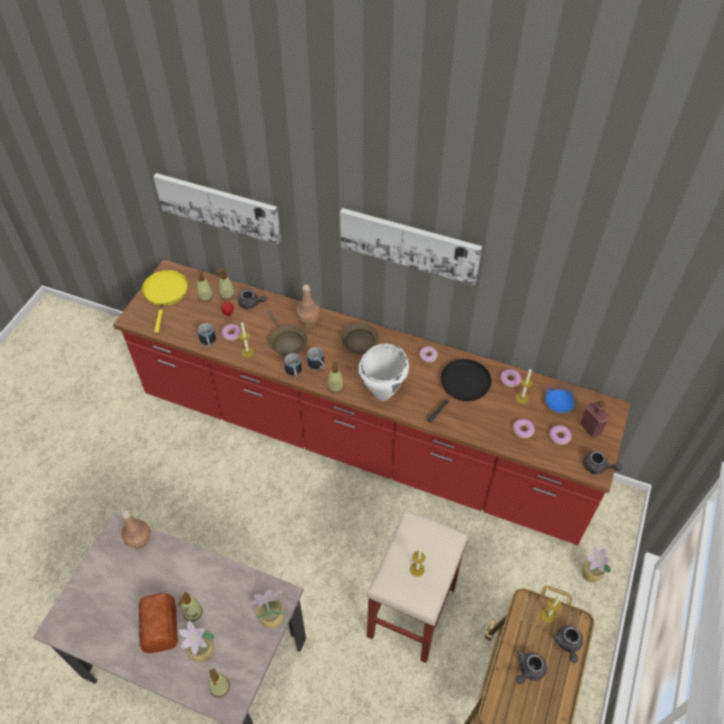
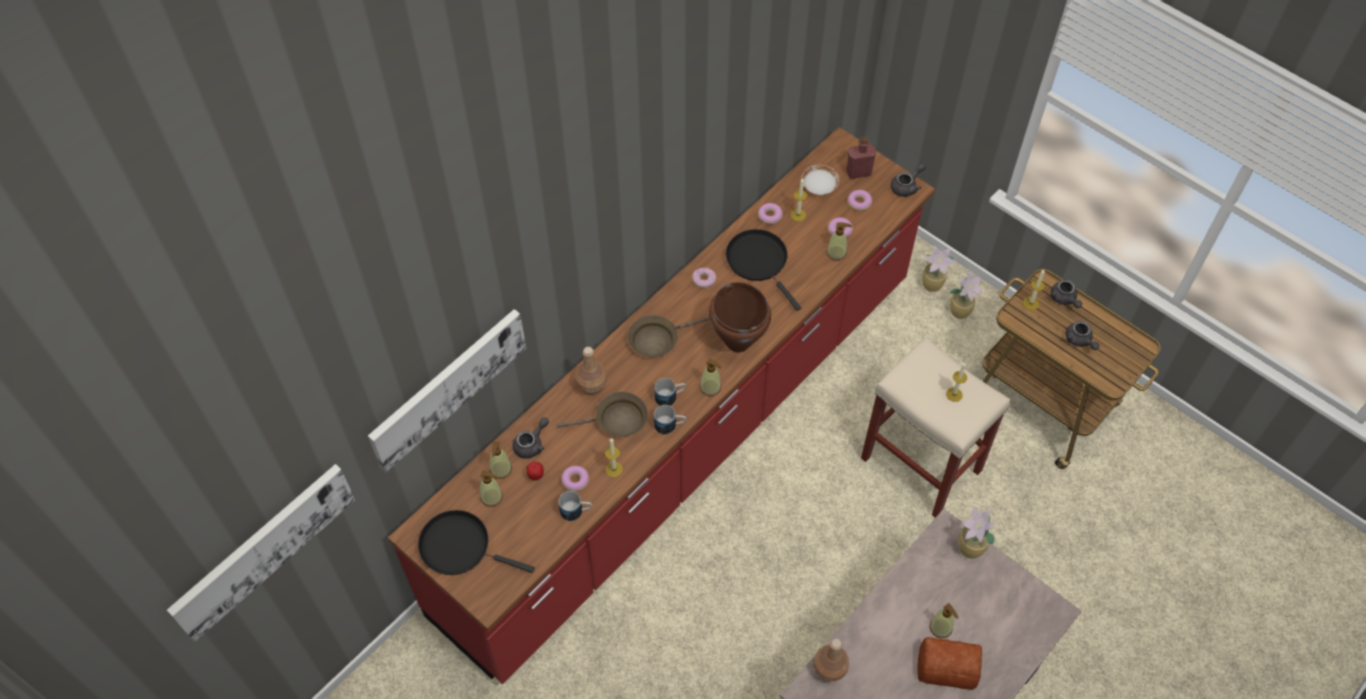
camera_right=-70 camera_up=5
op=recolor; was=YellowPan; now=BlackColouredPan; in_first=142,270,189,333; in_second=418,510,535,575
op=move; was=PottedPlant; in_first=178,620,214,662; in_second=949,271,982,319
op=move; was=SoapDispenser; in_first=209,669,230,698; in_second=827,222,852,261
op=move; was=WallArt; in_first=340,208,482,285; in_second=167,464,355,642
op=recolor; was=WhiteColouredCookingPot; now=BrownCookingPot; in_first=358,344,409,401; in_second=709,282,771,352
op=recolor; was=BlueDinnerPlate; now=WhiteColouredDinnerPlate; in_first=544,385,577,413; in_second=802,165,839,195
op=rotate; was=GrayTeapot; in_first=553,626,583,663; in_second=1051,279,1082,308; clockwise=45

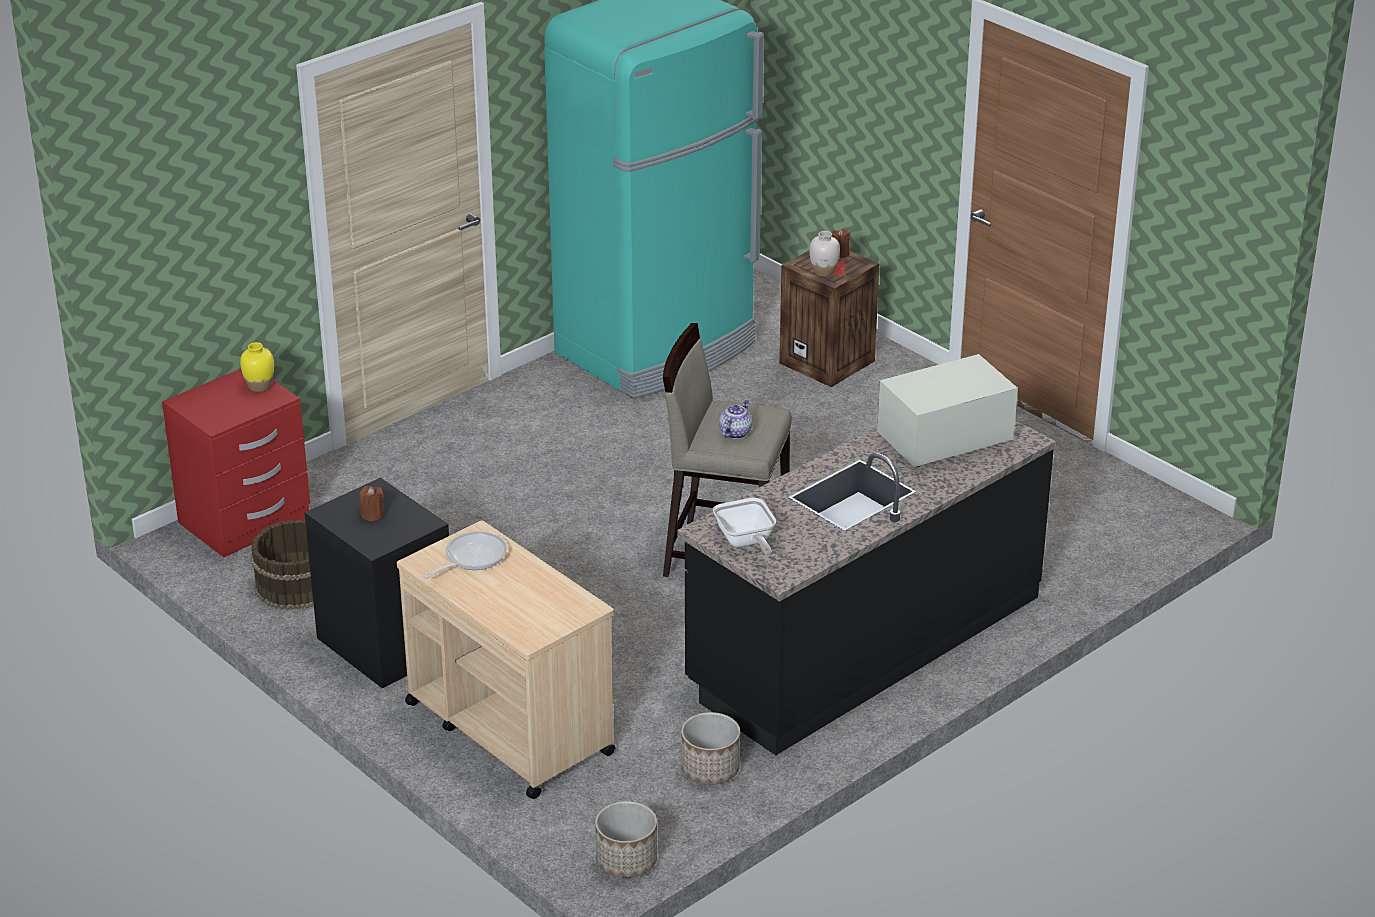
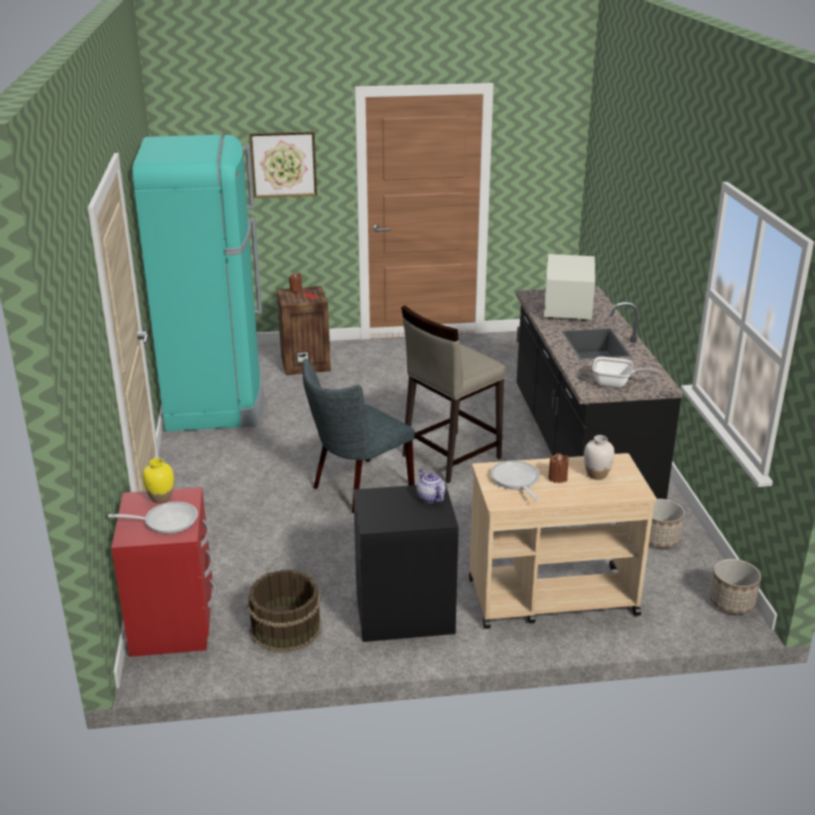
camera_right=-55 camera_up=-5
op=move; was=BrownCandle; in_first=360,486,384,521; in_second=548,453,569,483
op=move; was=Teapot; in_first=719,400,752,439; in_second=416,469,446,503
op=move; was=WhiteColouredFlowerVase; in_first=809,231,840,277; in_second=584,435,615,480
op=insert; now=Pan; in_second=108,502,198,534
op=insert; now=WallArt; in_second=249,131,317,198
op=insert; now=GrayChair; in_second=303,358,415,513

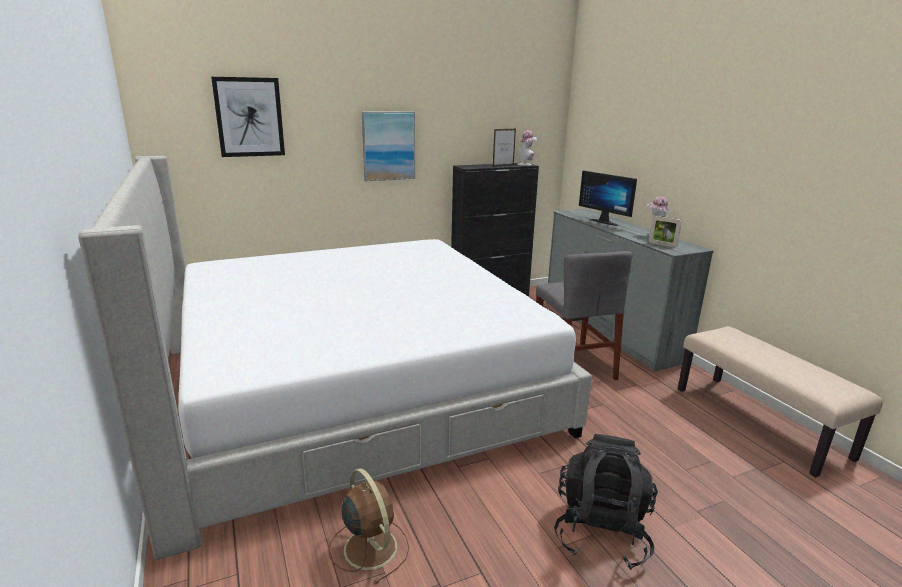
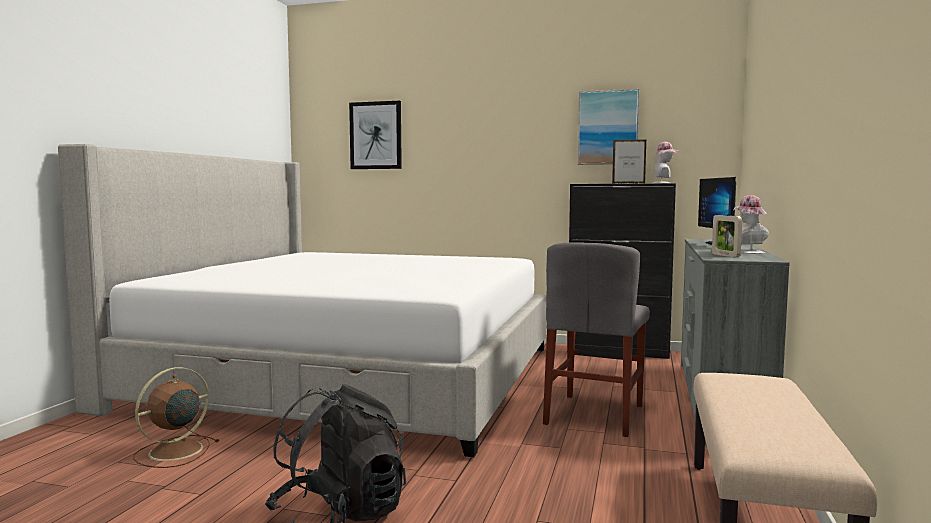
camera_right=40 camera_up=-15
op=rotate; was=BrownElectricFan; in_first=328,468,409,584; in_second=133,367,219,468; clockwise=-150
op=move; was=WallArt; in_first=362,112,415,181; in_second=578,89,639,165

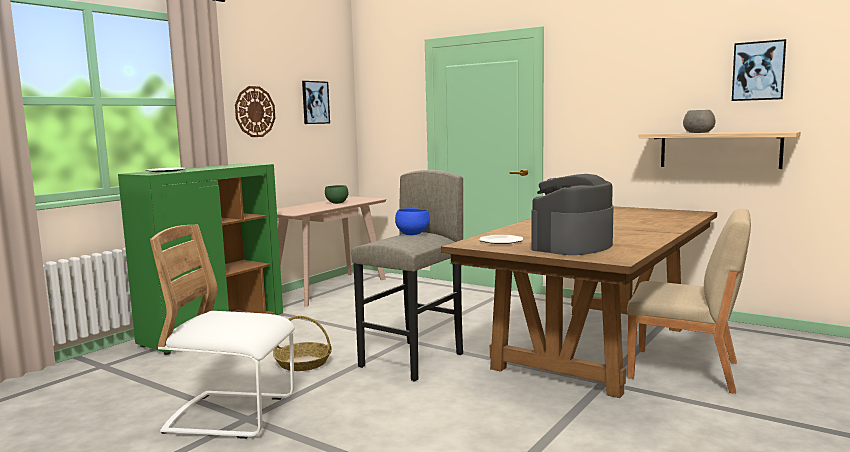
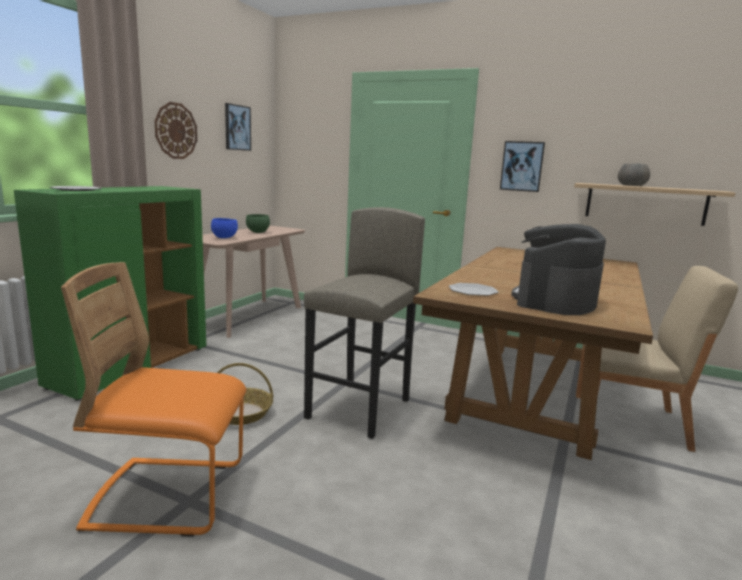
camera_right=-10 camera_up=5
op=recolor; was=WhiteColouredChair; now=OrangeyChair; in_first=150,225,295,439; in_second=61,262,247,537
op=move; was=BlueServingBowl; in_first=395,208,430,235; in_second=211,218,238,238
op=move; was=WallArt; in_first=732,39,786,101; in_second=500,141,545,192

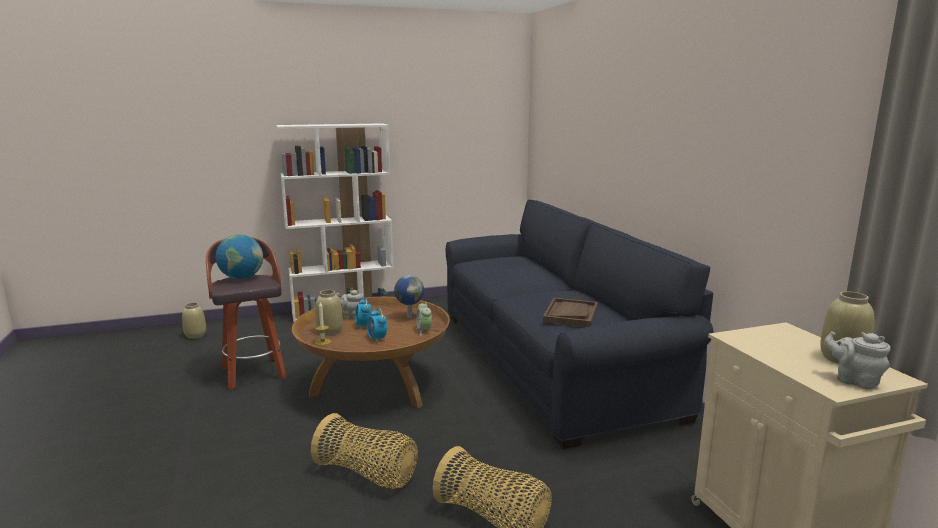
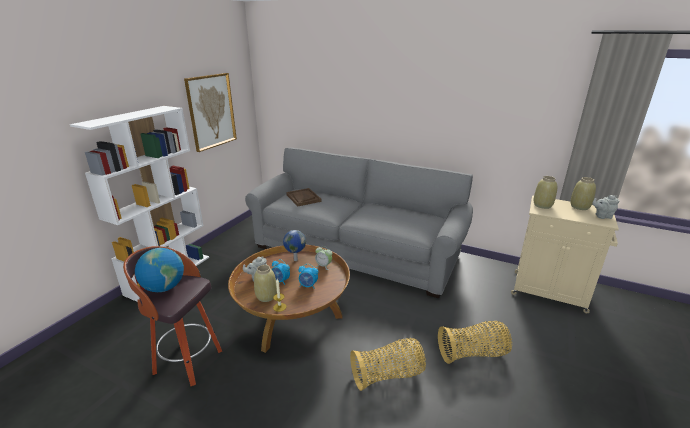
camera_right=-45 camera_up=10
op=move; was=SandColouredFlowerVase; in_first=182,303,206,339; in_second=533,176,557,209
op=recolor; was=BlueCouch; now=GrayCouch; in_first=446,199,713,449; in_second=245,147,473,298
op=move; was=BrownTray; in_first=543,298,598,327; in_second=286,188,322,206
op=insert; now=WallArt; in_second=184,73,237,152

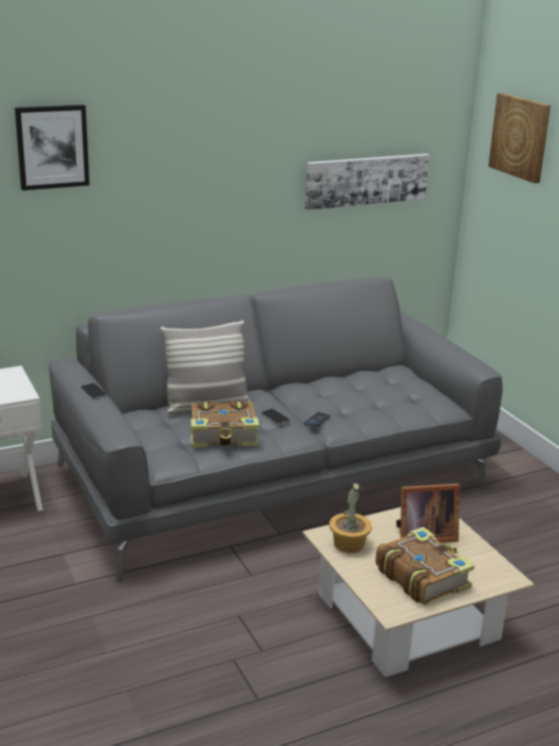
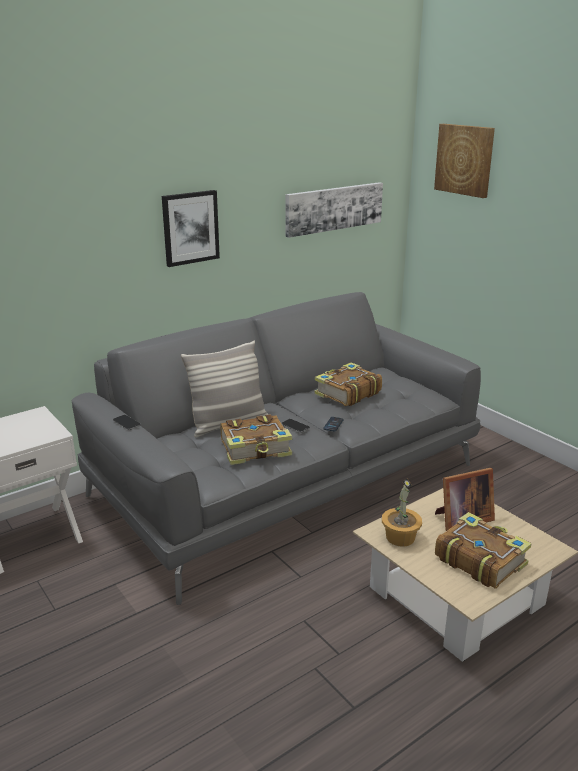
camera_right=-10 camera_up=0
op=move; was=WallArt; in_first=15,105,89,191; in_second=162,190,220,267
op=insert; now=Volume; in_second=314,363,382,406

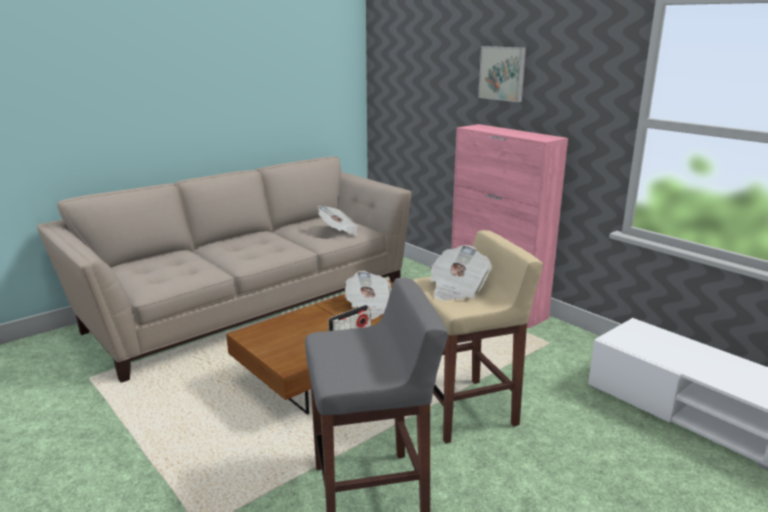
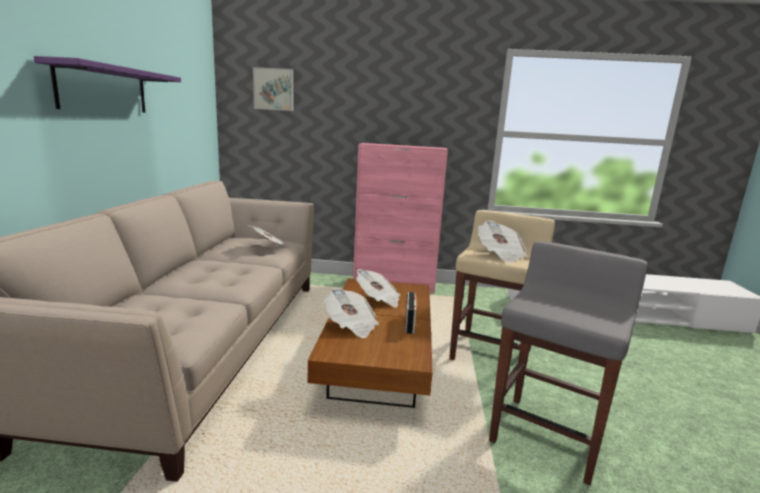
camera_right=-45 camera_up=-5
op=move; was=WallArt; in_first=478,46,526,102; in_second=253,67,293,111
op=insert; now=PurplishWallShelf; in_second=34,56,181,113
op=insert; now=DailyPaper; in_second=324,288,379,338

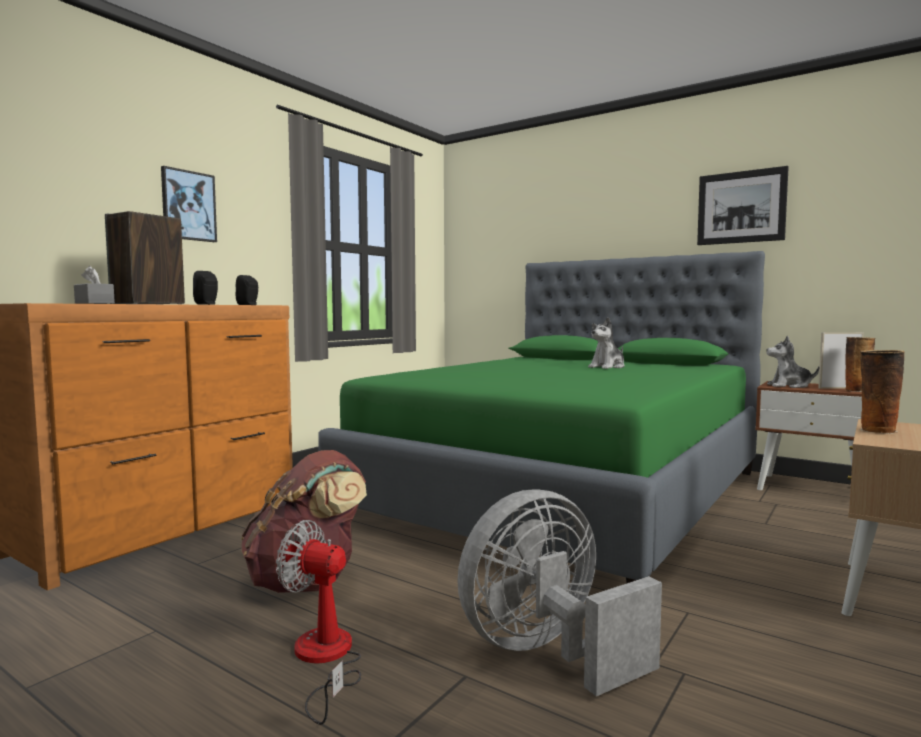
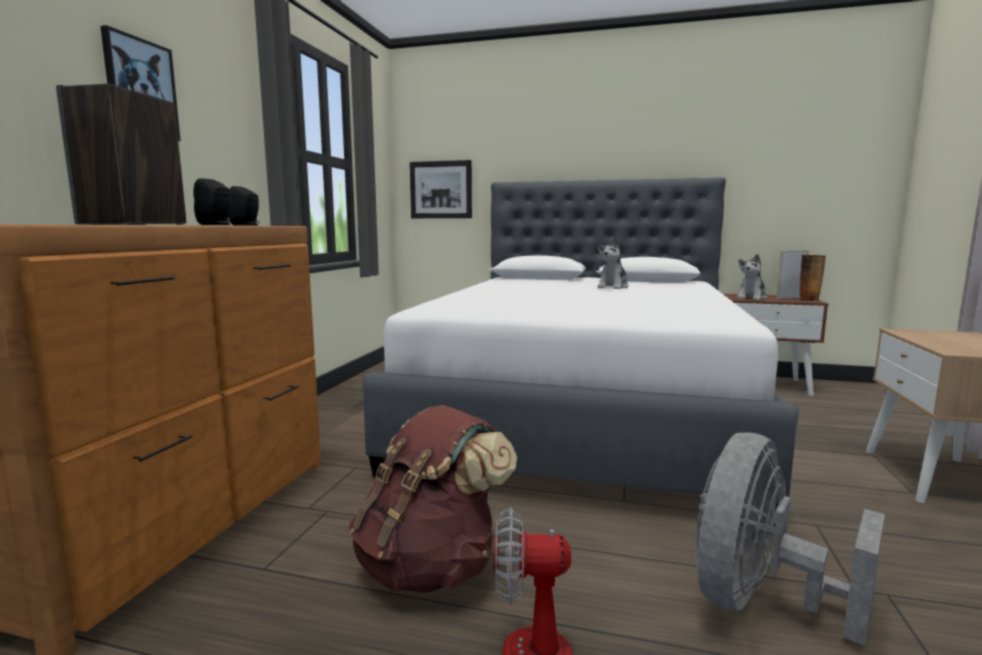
camera_right=-20 camera_up=5
op=delete; was=GrayBoxOfTissues; in_first=74,266,115,304
op=recolor; was=GreenBedroomBed; now=WhiteColouredBedroomBed; in_first=319,251,765,583; in_second=363,177,800,527
op=move; was=WallArt; in_first=697,166,789,245; in_second=410,160,472,218
op=rotate; was=PlushToy; in_first=766,336,819,388; in_second=737,254,767,300; clockwise=-45
op=delete; was=FlowerVase; in_first=860,350,905,434

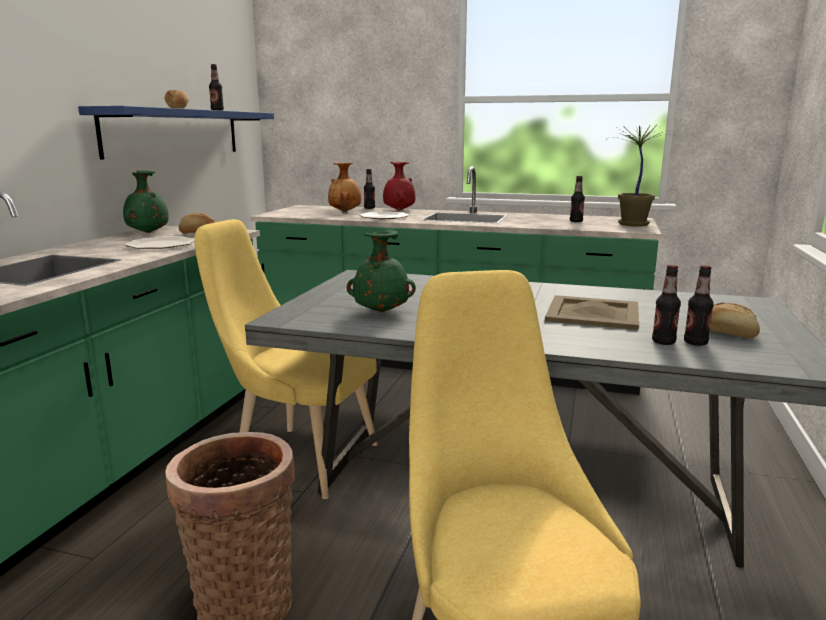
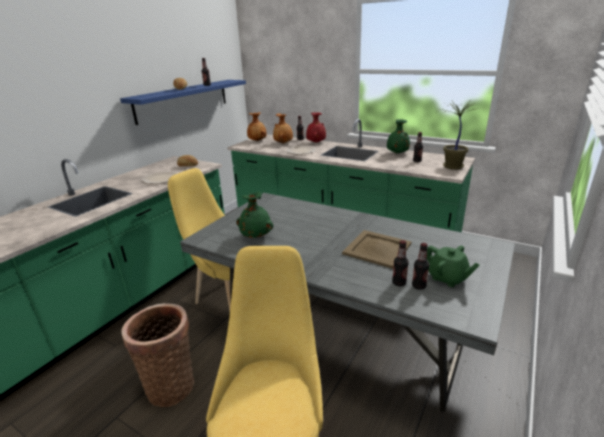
camera_right=15 camera_up=10
op=move; was=GreenFlowerVase; in_first=123,171,169,233; in_second=387,119,410,154
op=replace; was=BakedBread; now=GreenTeapot; in_first=710,302,760,338; in_second=427,245,480,287
op=insert; now=BrownFlowerVase; in_second=247,112,267,141

